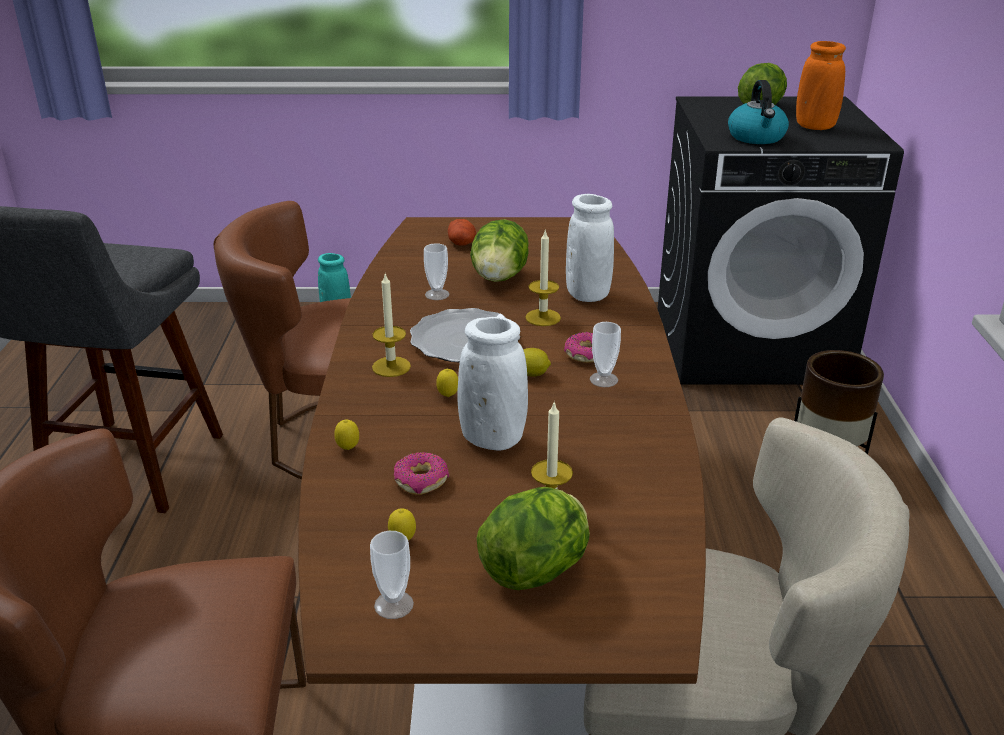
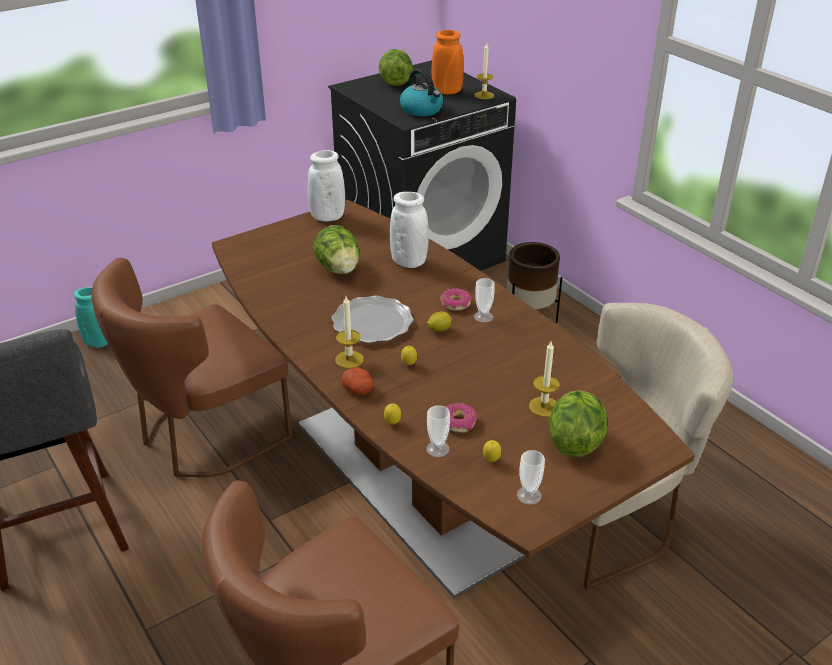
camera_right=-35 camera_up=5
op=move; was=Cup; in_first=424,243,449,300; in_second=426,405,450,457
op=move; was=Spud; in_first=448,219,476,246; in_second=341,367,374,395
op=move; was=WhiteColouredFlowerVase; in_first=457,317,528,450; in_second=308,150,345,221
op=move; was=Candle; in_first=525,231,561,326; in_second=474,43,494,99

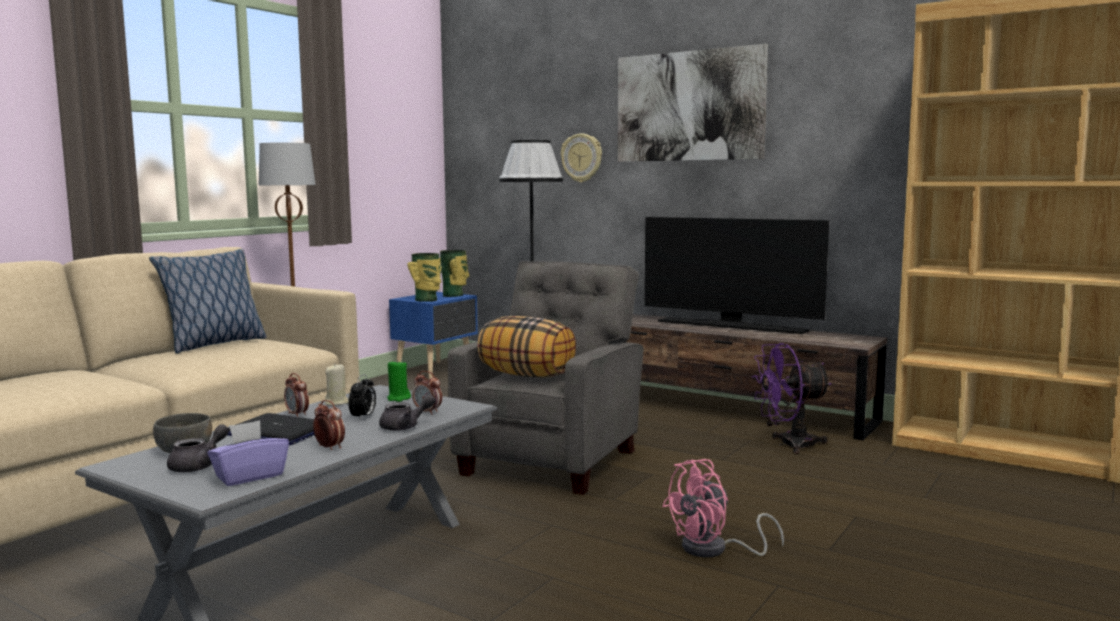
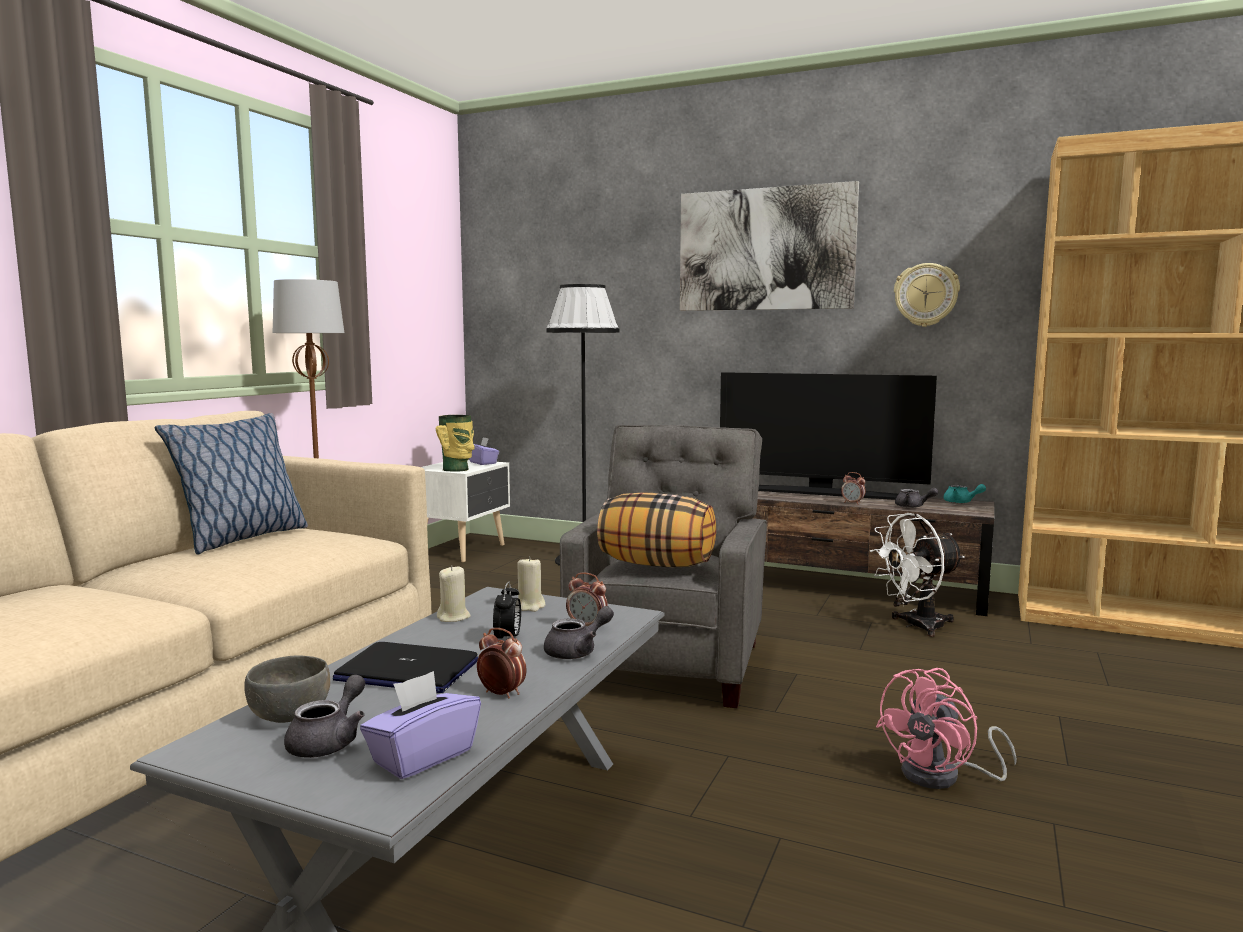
camera_right=-10 camera_up=0
op=move; was=BedsideClock; in_first=284,373,309,417; in_second=841,472,866,505
op=recolor; was=GreenCandle; now=SandColouredCandle; in_first=387,359,411,402; in_second=517,556,546,612
op=recolor; was=BlueNightTable; now=WhiteColouredNightTable; in_first=389,292,478,379; in_second=422,460,510,562
op=replace; was=FlowerVase; now=PurplishBoxOfTissues; in_first=440,250,469,297; in_second=469,437,499,465
op=move; was=HangingClock; in_first=561,134,602,182; in_second=894,263,960,327
op=recolor; was=PurplishElectricFan; now=WhiteColouredElectricFan; in_first=752,343,832,454; in_second=870,513,964,637
op=insert; now=GrayTeapot; in_second=895,488,938,508
op=insert; now=BlueGreenTeapot; in_second=943,484,986,503

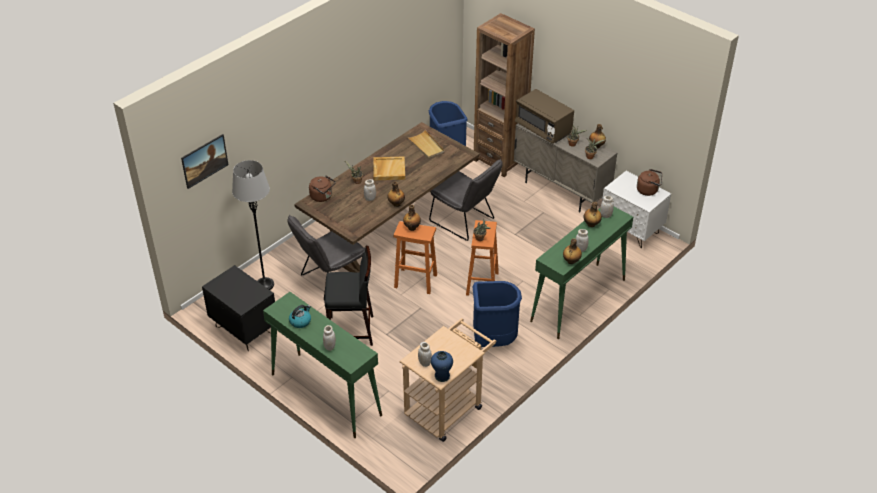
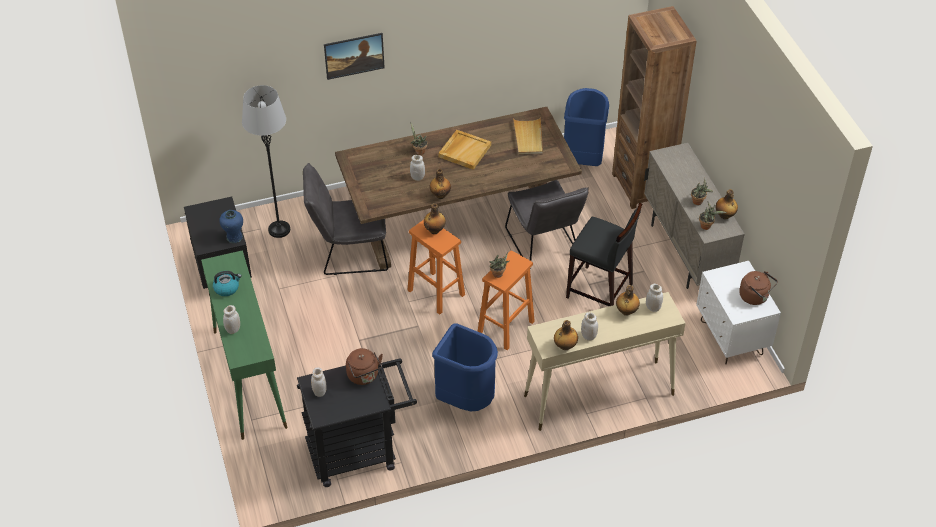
camera_right=30 camera_up=5
op=move; was=WallArt; in_first=181,134,228,189; in_second=324,33,385,80
op=move; was=BrownTeaKettle; in_first=309,176,336,202; in_second=346,348,383,385
op=move; was=BlackColouredSittingStool; in_first=325,246,373,346; in_second=566,202,642,306
op=recolor; was=SandColouredTrolley; now=BlackColouredTrolley; in_first=399,318,496,442; in_second=297,359,417,487
op=move; was=BlueFlowerVase; in_first=431,351,453,382; in_second=219,210,243,243
op=delete; was=BrownKitchenMicrowave; in_first=515,89,574,144
op=recolor; was=GreenNarrowTable; now=SandColouredNarrowTable; in_first=530,207,633,339; in_second=524,292,686,431

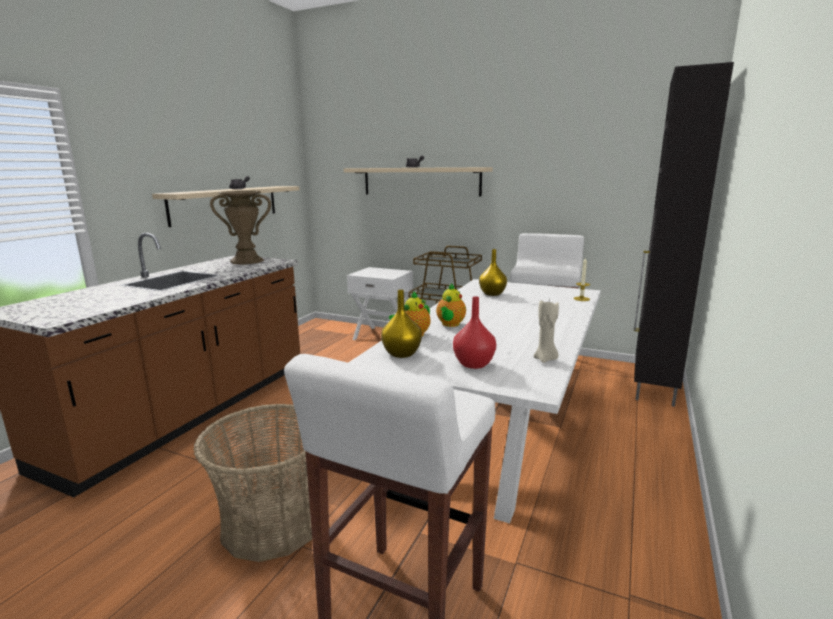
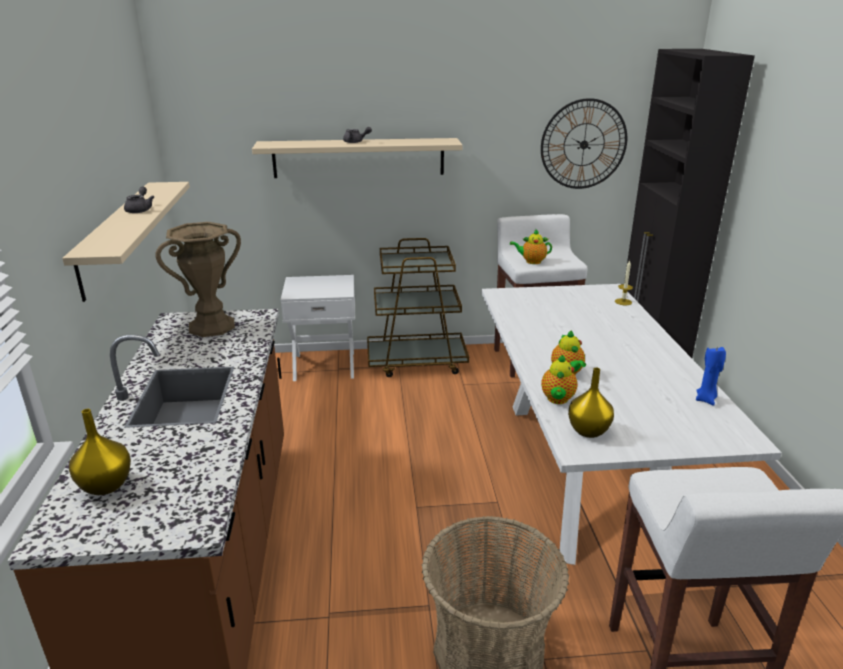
camera_right=-30 camera_up=10
op=delete; was=RedFlowerVase; in_first=453,296,496,369
op=move; was=YellowFlowerVase; in_first=479,249,507,296; in_second=69,409,131,495
op=recolor; was=SandColouredCandle; now=BlueCandle; in_first=534,300,559,363; in_second=696,346,726,406
op=insert; now=Teapot; in_second=510,229,552,264
op=insert; now=HangingClock; in_second=541,98,627,189

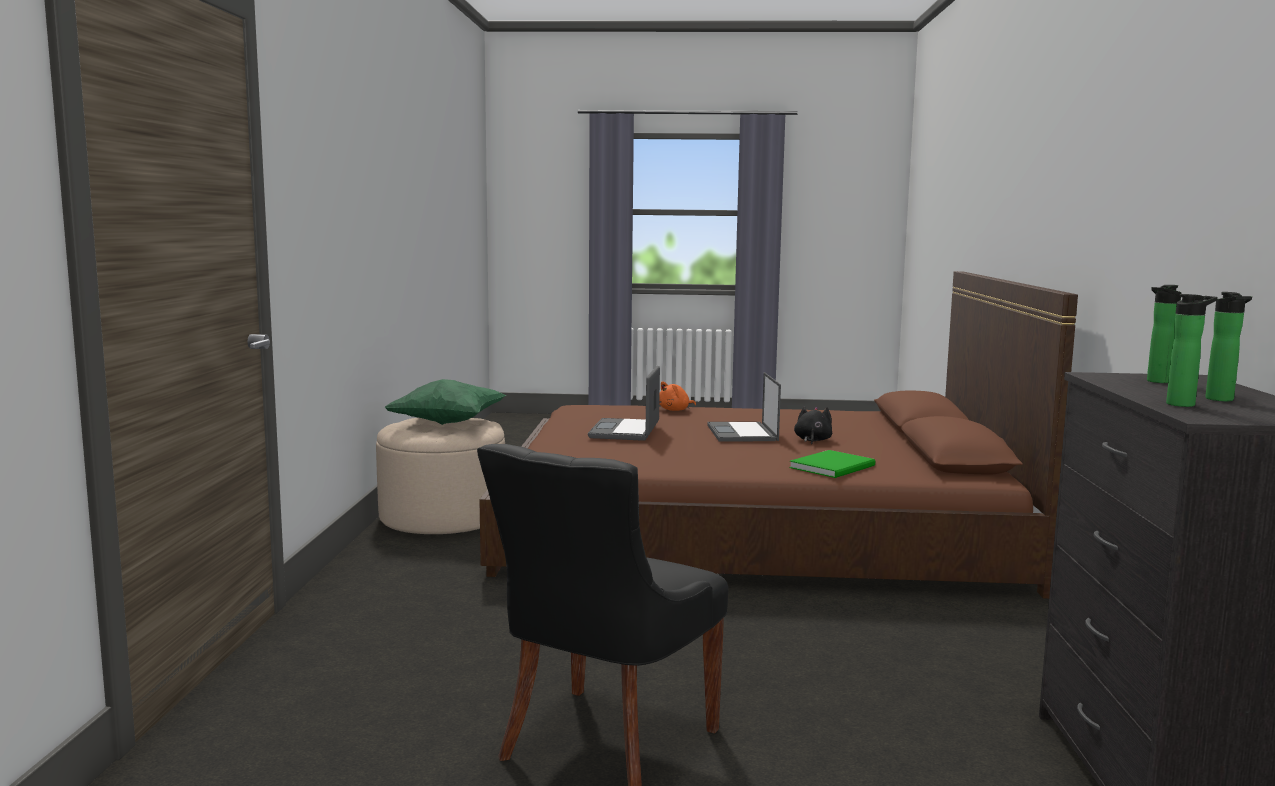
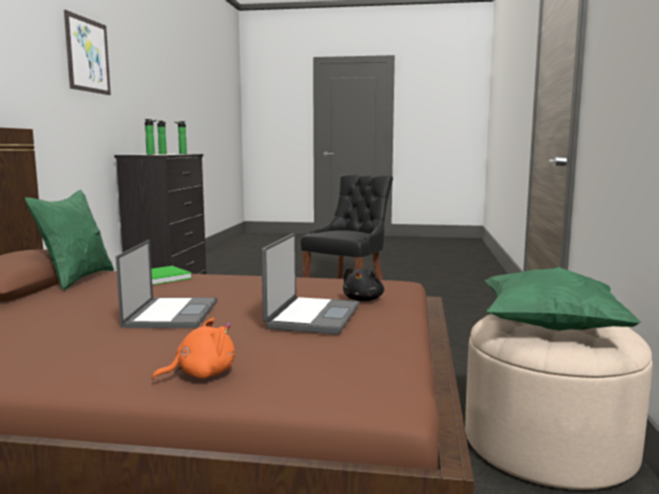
camera_right=-175 camera_up=0
op=move; was=BlackColouredPlushToy; in_first=794,406,832,444; in_second=343,267,384,301
op=insert; now=GreenCushion; in_second=25,190,114,291
op=insert; now=WallArt; in_second=64,10,111,95

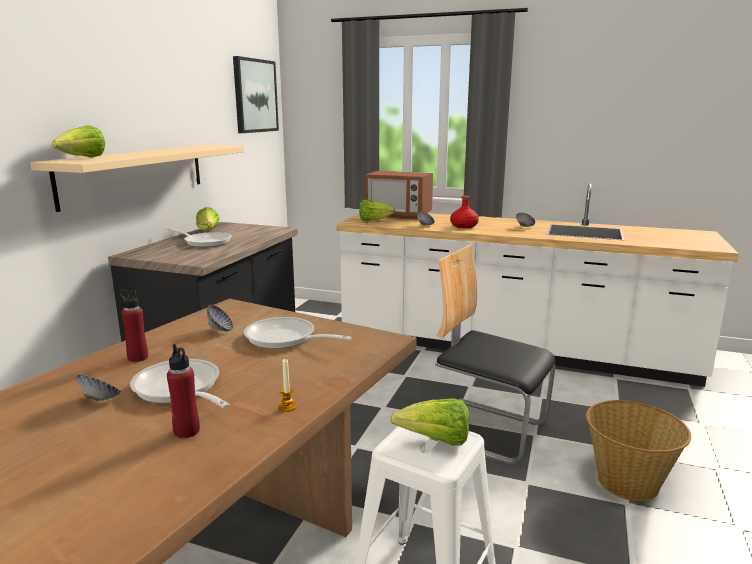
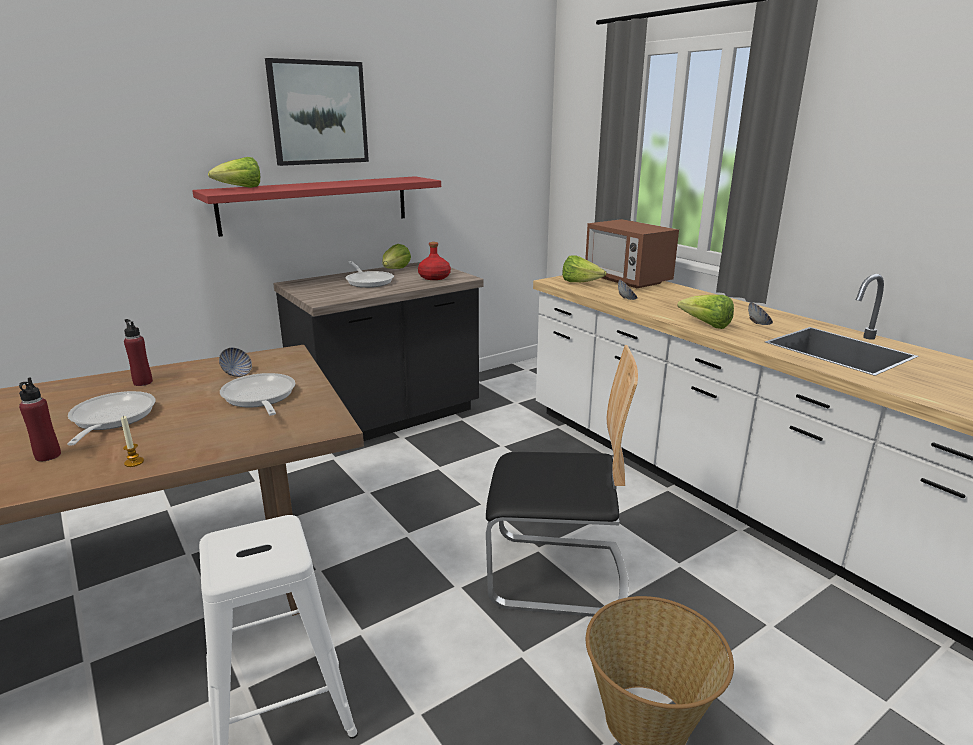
camera_right=35 camera_up=5
op=recolor; was=SandColouredWallShelf; now=RedWallShelf; in_first=30,145,244,212; in_second=192,176,441,237
op=delete; was=ServingBowl; in_first=77,374,121,401
op=move; was=WallArt; in_first=233,56,279,133; in_second=265,58,369,166
op=move; was=HeadOfLettuce; in_first=390,398,469,445; in_second=677,295,734,329
op=rotate; was=Chair; in_first=431,245,555,465; in_second=486,345,638,617; clockwise=120
op=move; was=RedBeverageBottle; in_first=450,196,479,228; in_second=418,242,451,280

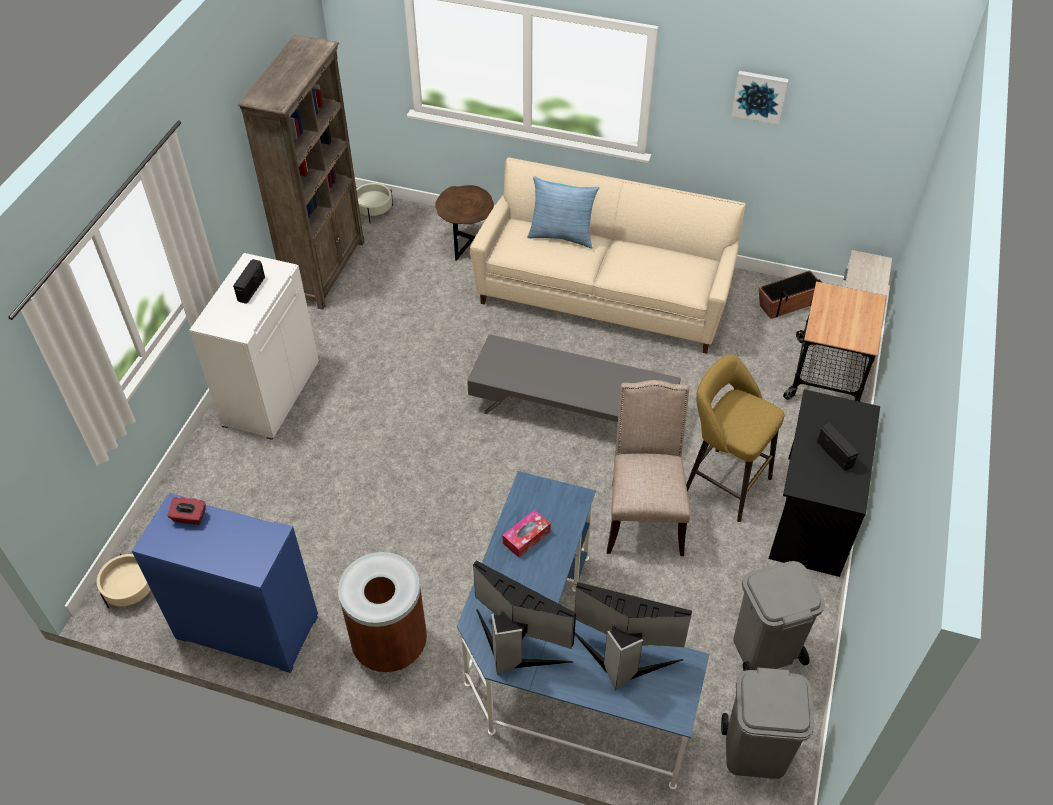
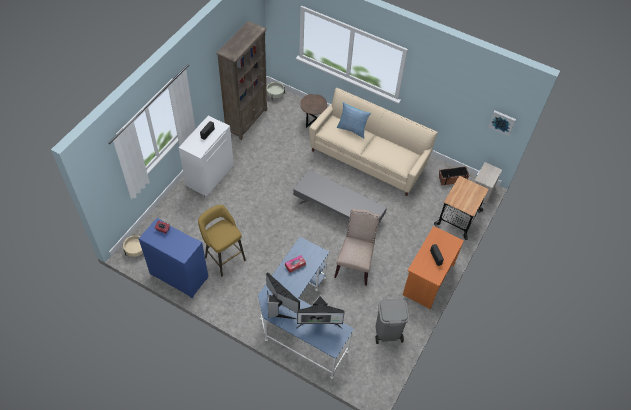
camera_right=10 camera_up=5
op=delete; was=BrownWasteBin; in_first=338,552,427,673
op=rotate; was=ComputerDisplay; in_first=574,582,692,690; in_second=296,295,345,329; clockwise=150
op=move; was=YellowSittingStool; in_first=686,355,784,522; in_second=198,205,246,277
op=delete; was=GrayWasteBin; in_first=721,667,814,779
op=move; was=WallArt; in_first=731,71,789,124; in_second=488,111,516,136
op=recolor; was=BlackColouredDeskUnit; now=OrangeyDeskUnit; in_first=769,389,880,577; in_second=403,226,464,309

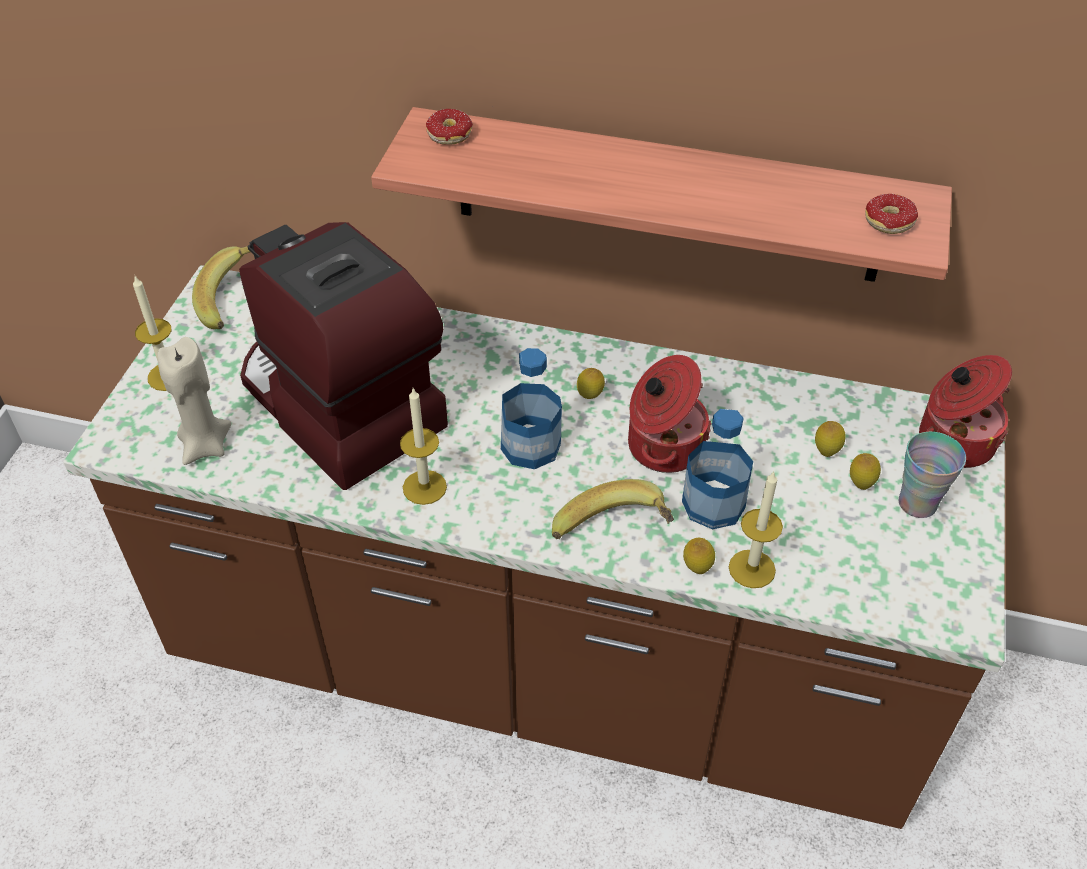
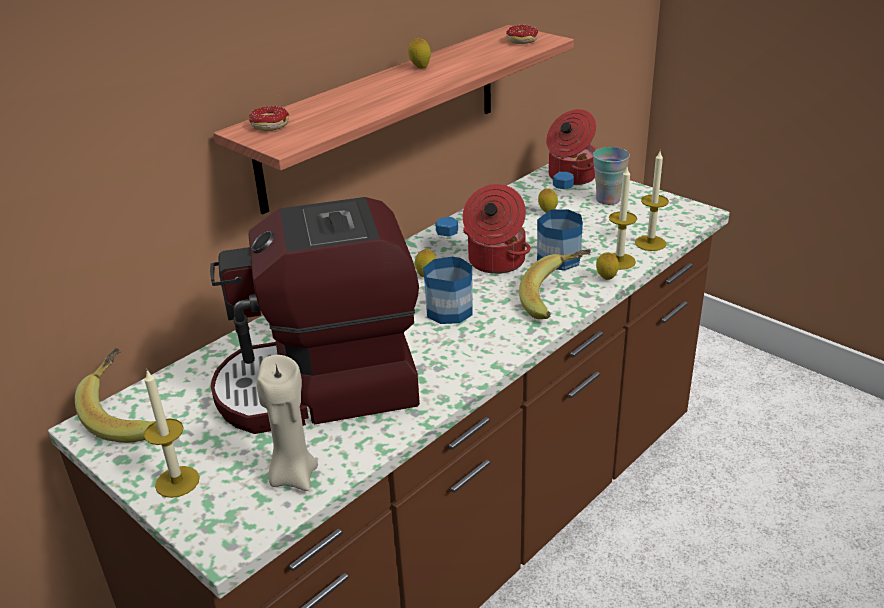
camera_right=-60 camera_up=-15
op=move; was=Candle; in_first=400,388,447,505; in_second=635,151,669,251
op=move; was=CitrusFruit; in_first=850,453,881,490; in_second=408,38,431,69

